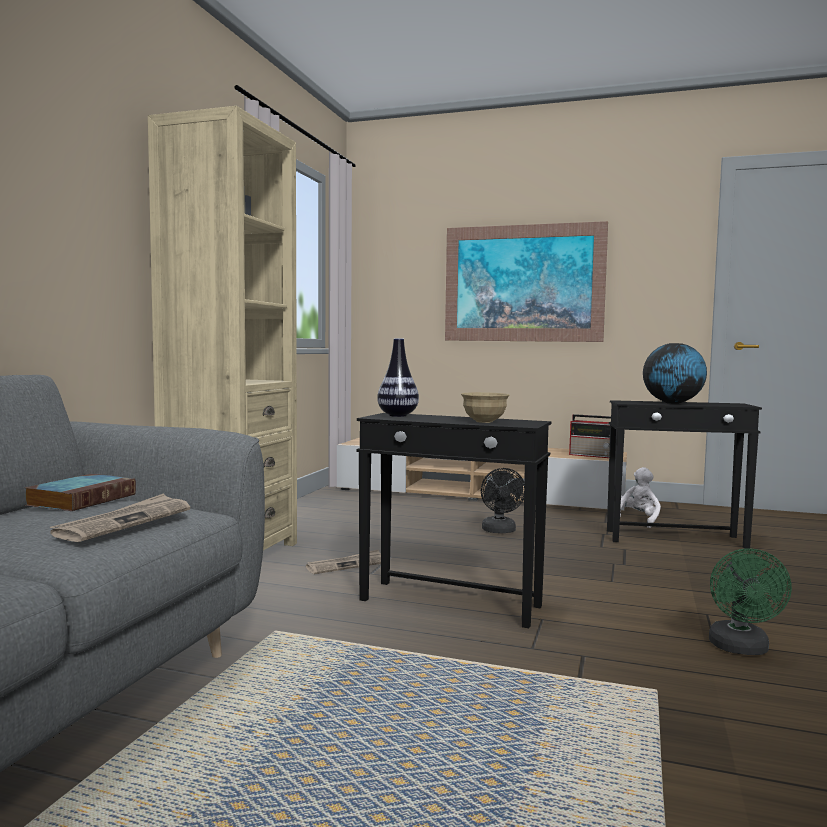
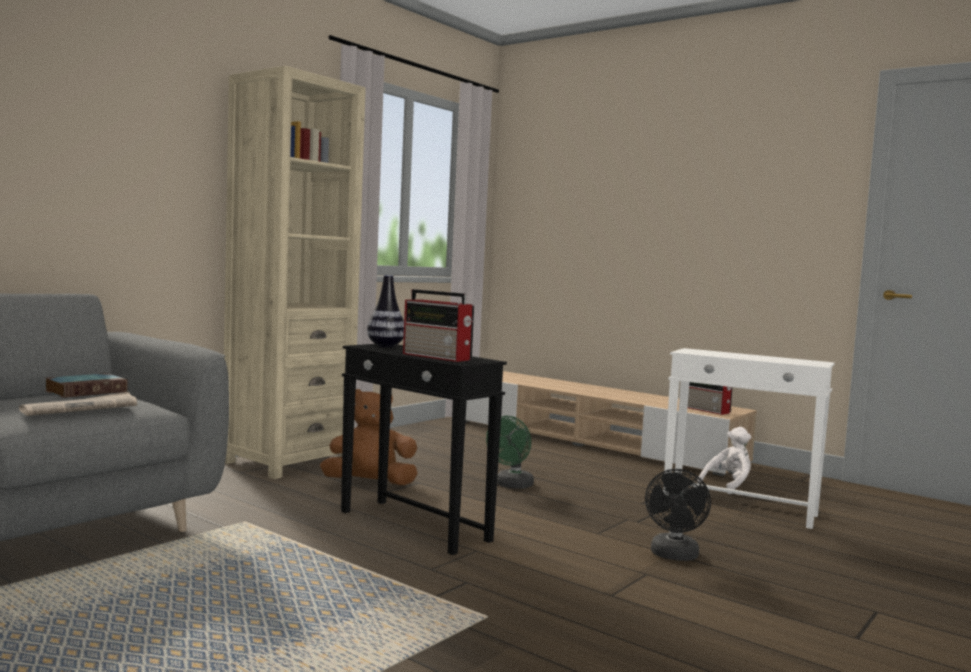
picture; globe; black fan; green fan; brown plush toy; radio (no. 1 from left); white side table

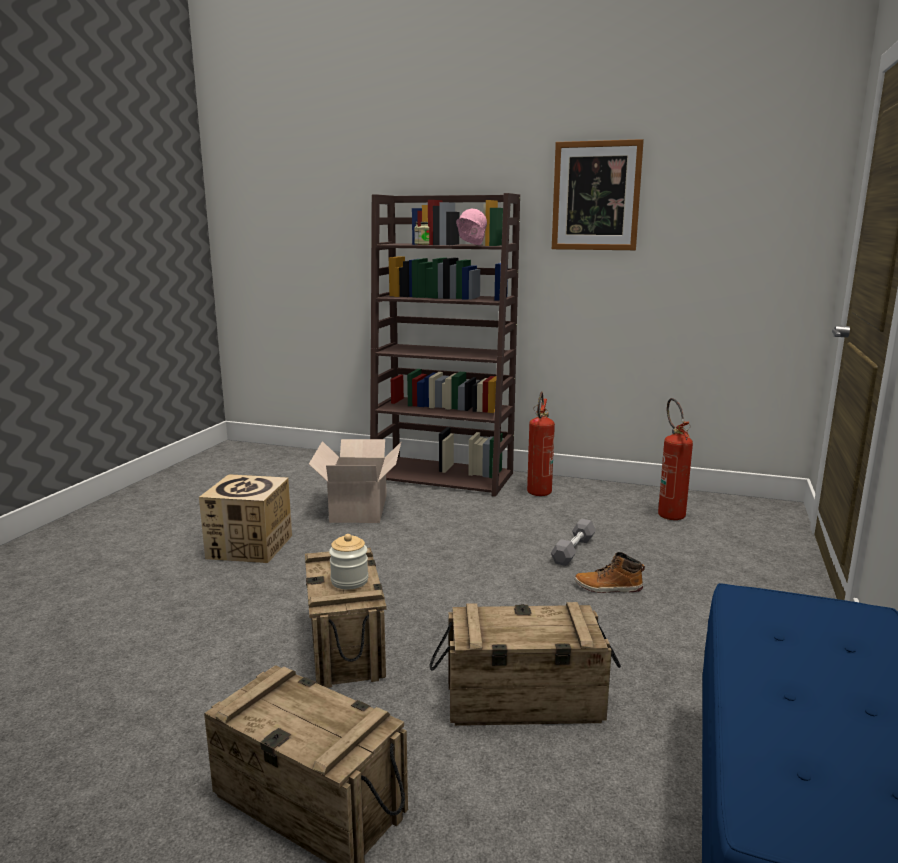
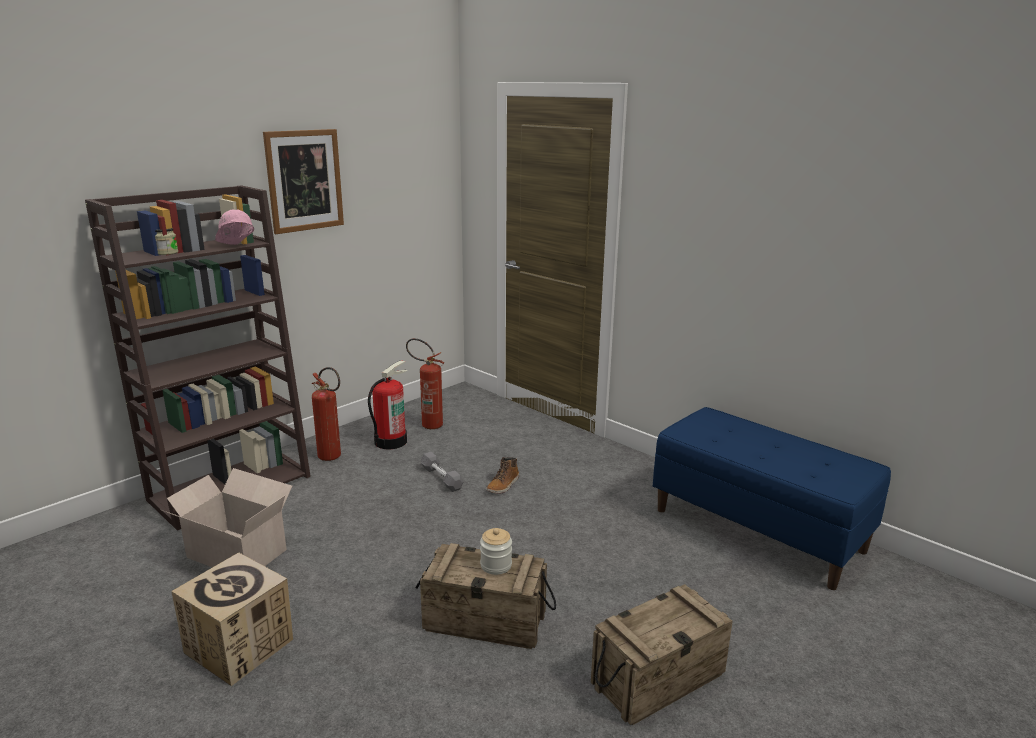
crate (no. 3 from left in the first image); fire extinguisher (no. 2 from left)

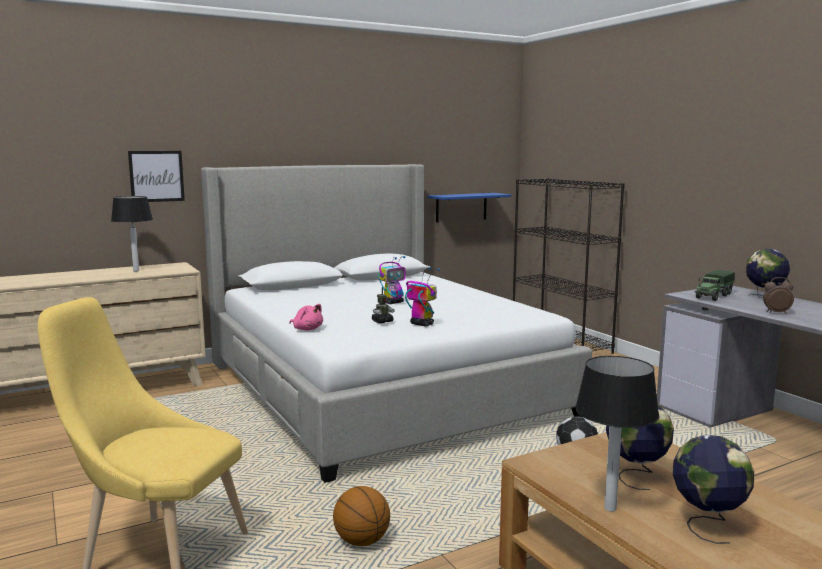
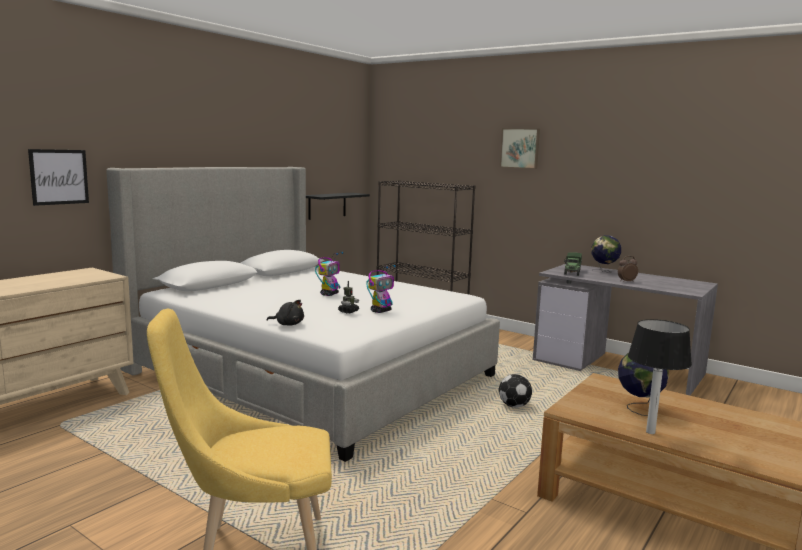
table lamp (no. 1 from left in the first image); basketball; globe (no. 2 from left in the first image); picture (no. 2 from left); black plush toy; black shelf; toy robot (no. 3 from left)

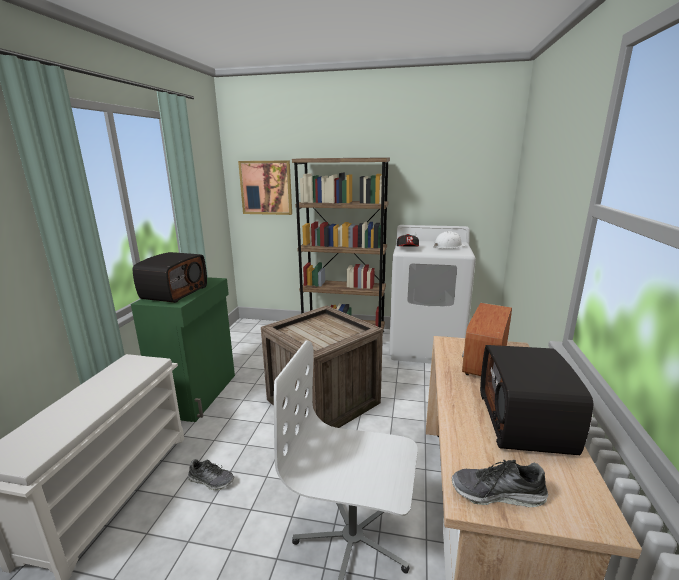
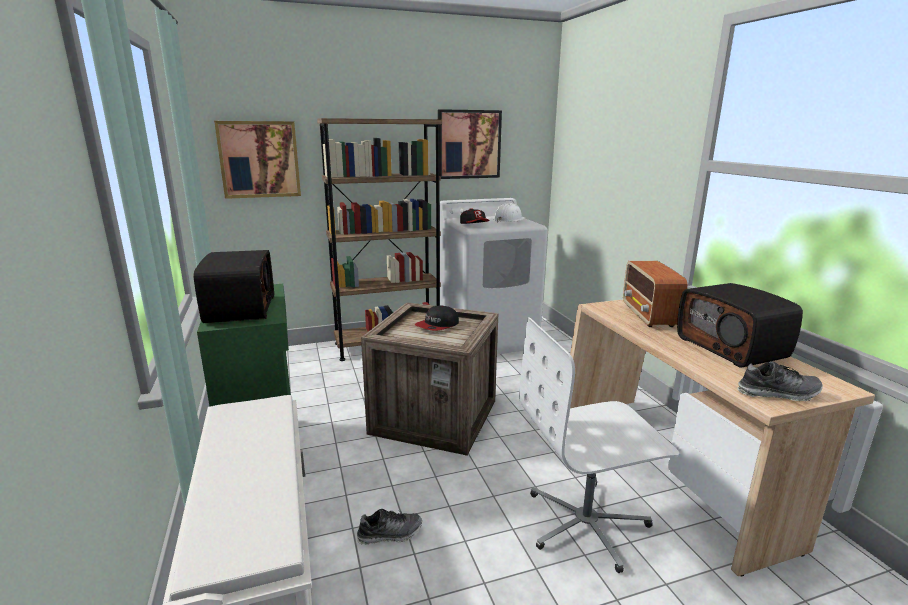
cap (no. 1 from left); picture (no. 2 from left); shoe (no. 2 from left)

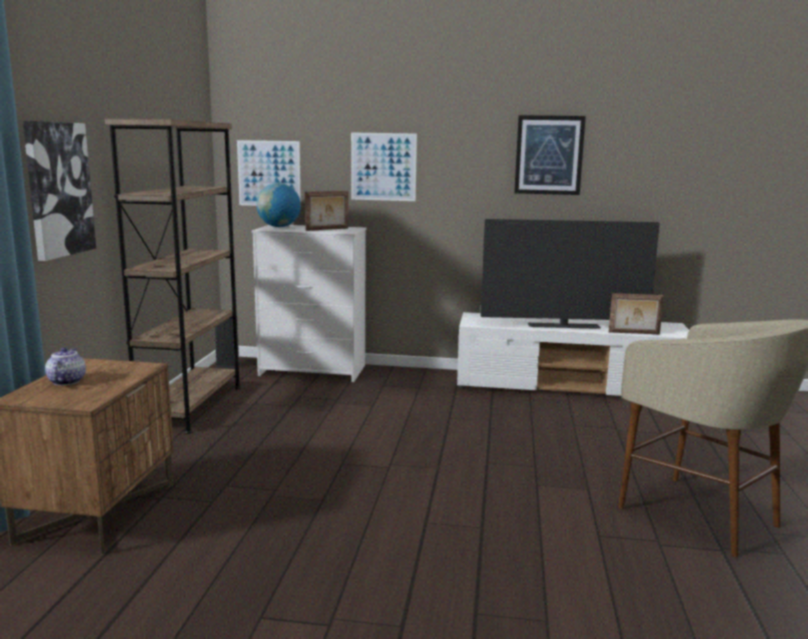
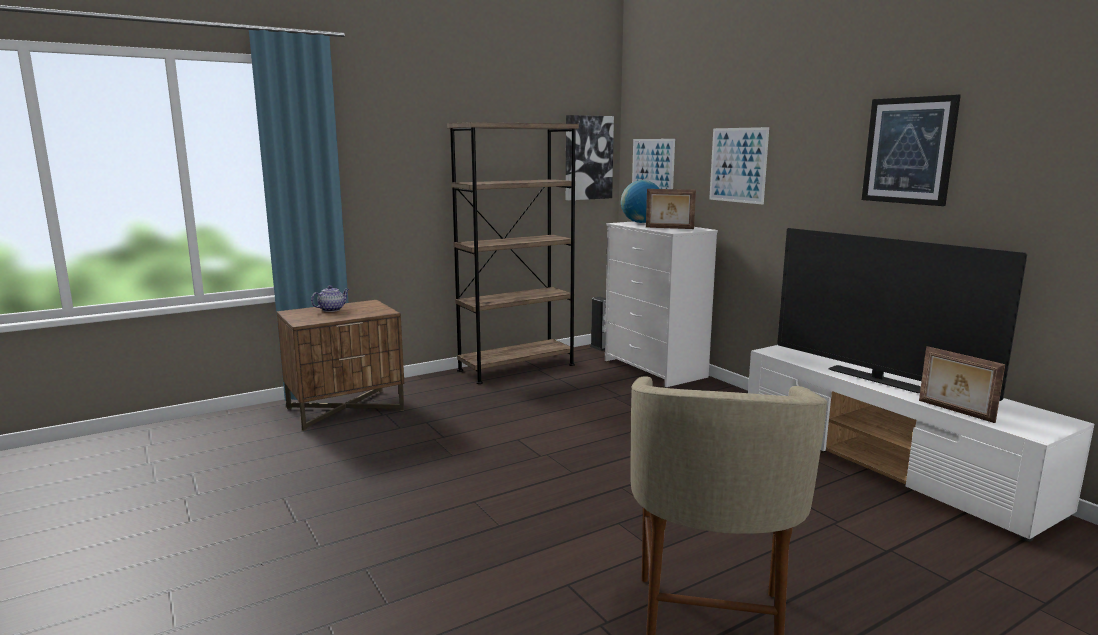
picture (no. 1 from left)

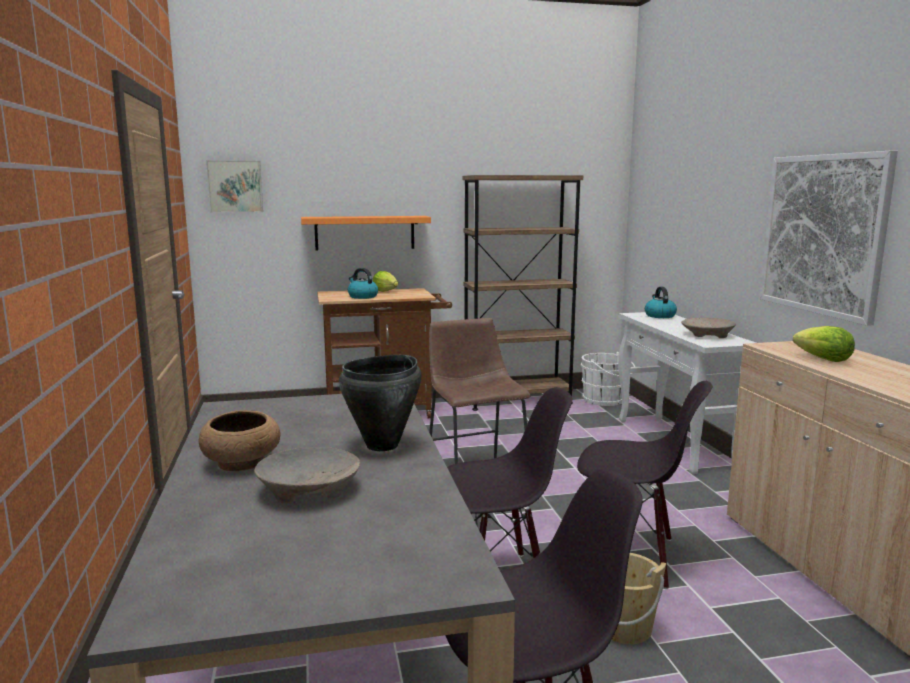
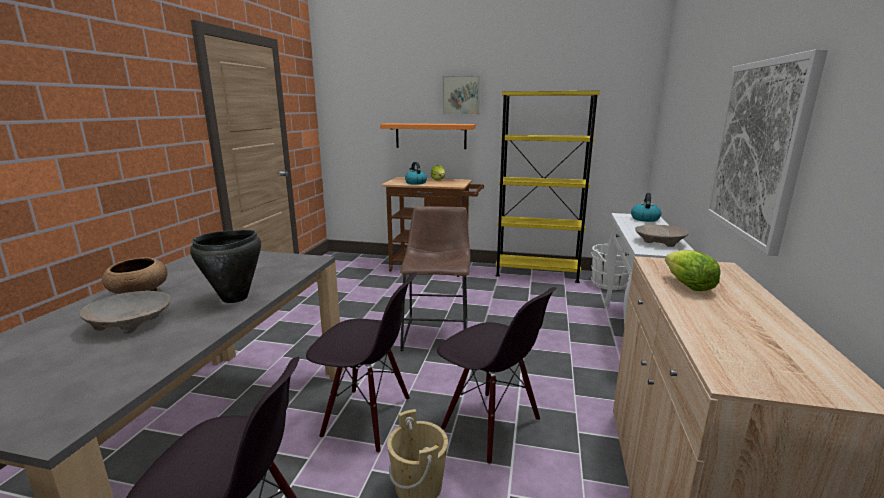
picture (no. 1 from left); yellow bookcase

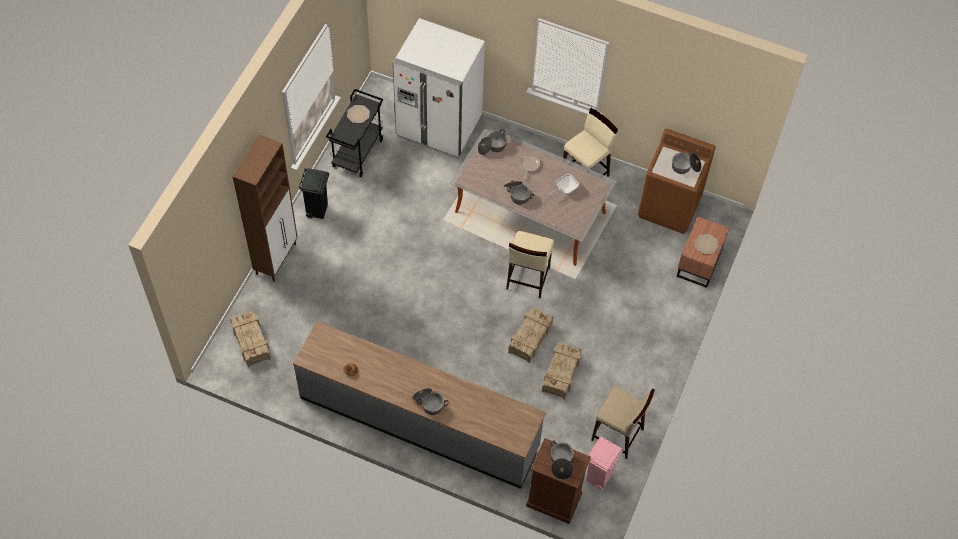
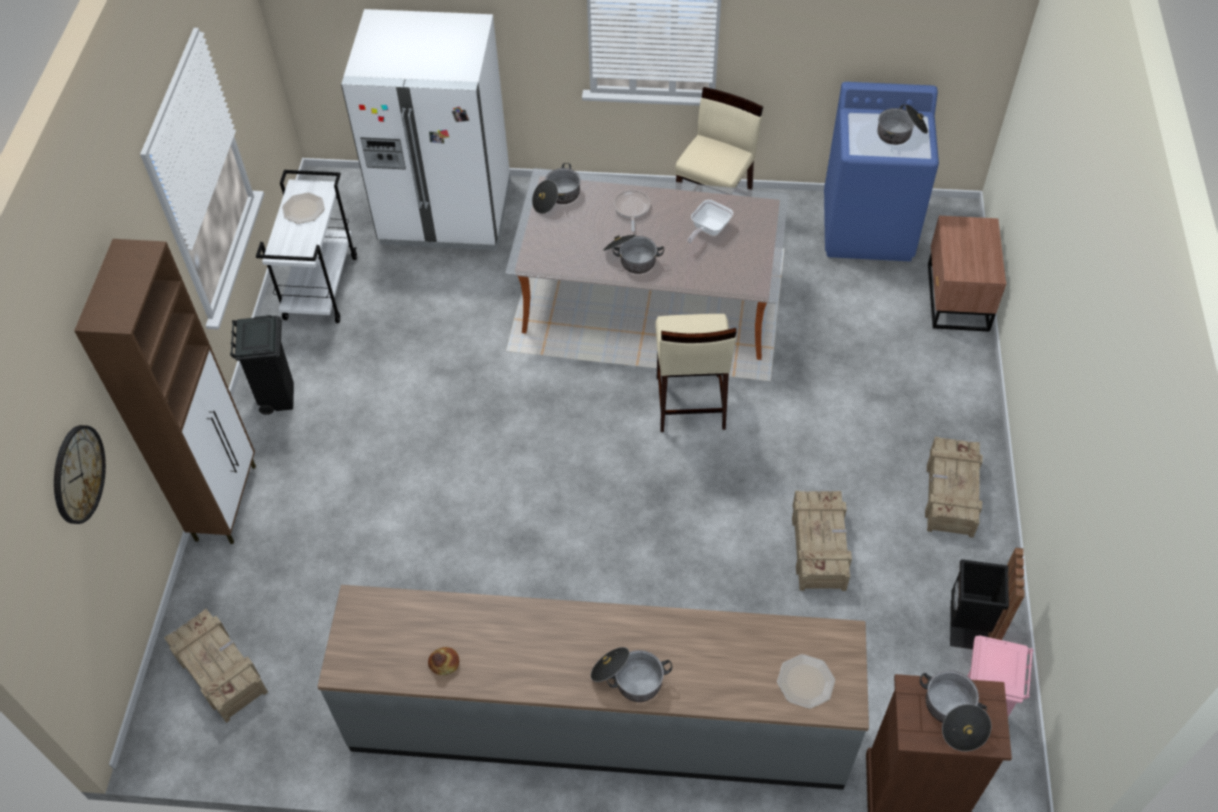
wall clock; crate (no. 3 from left); plate (no. 2 from left); black trash can (no. 2 from left); white cart; blue washing machine

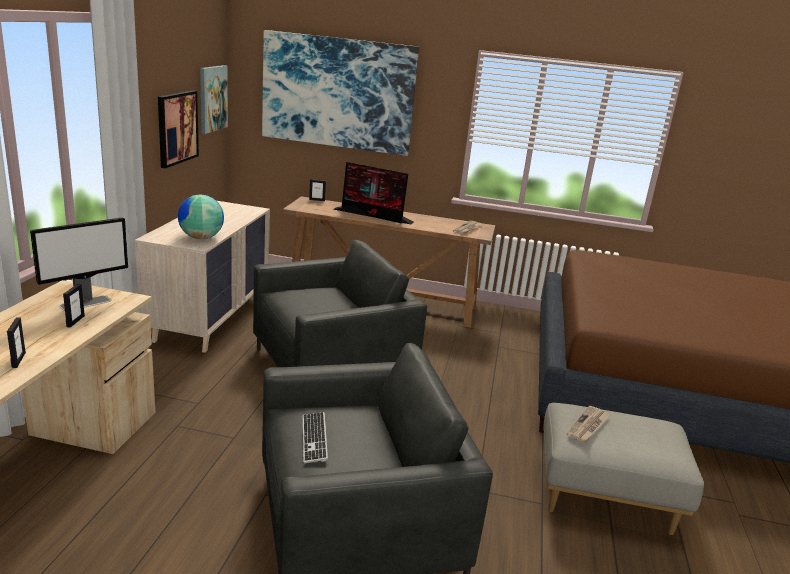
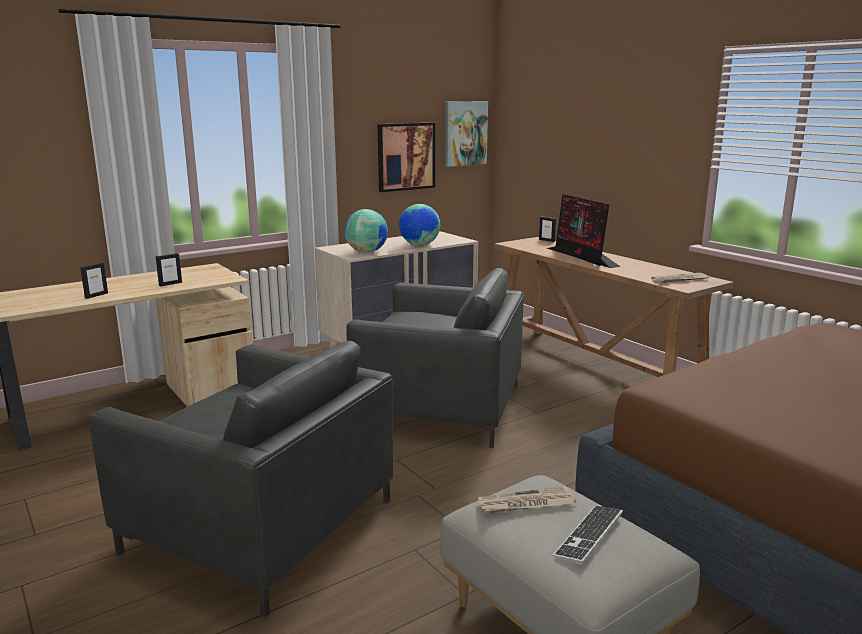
monitor (no. 1 from left in the first image); picture (no. 3 from left in the first image); globe (no. 2 from left); keyboard

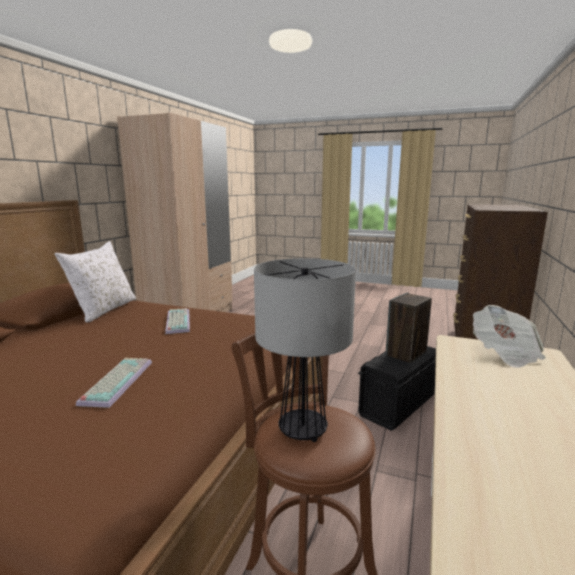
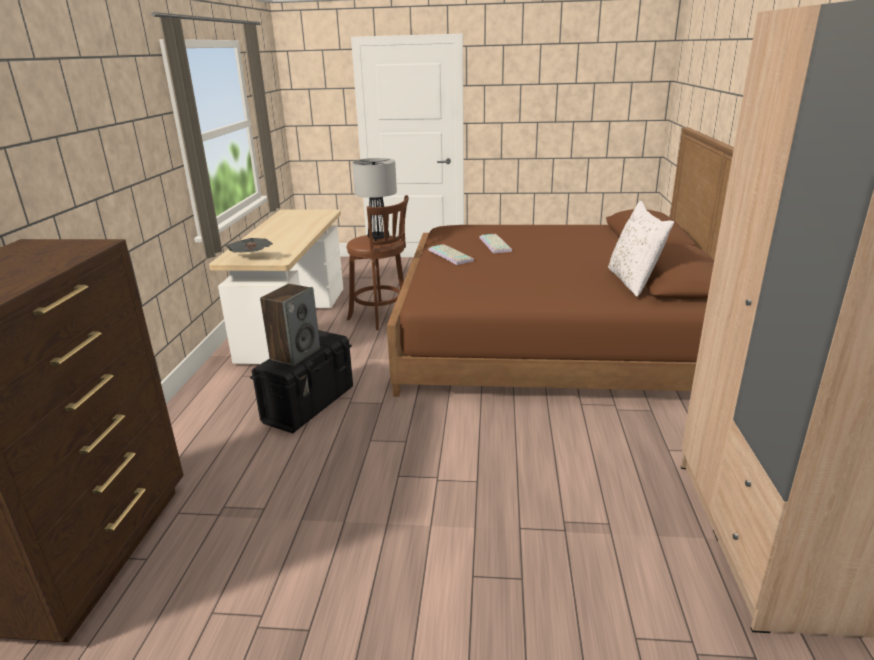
keyboard (no. 1 from left)

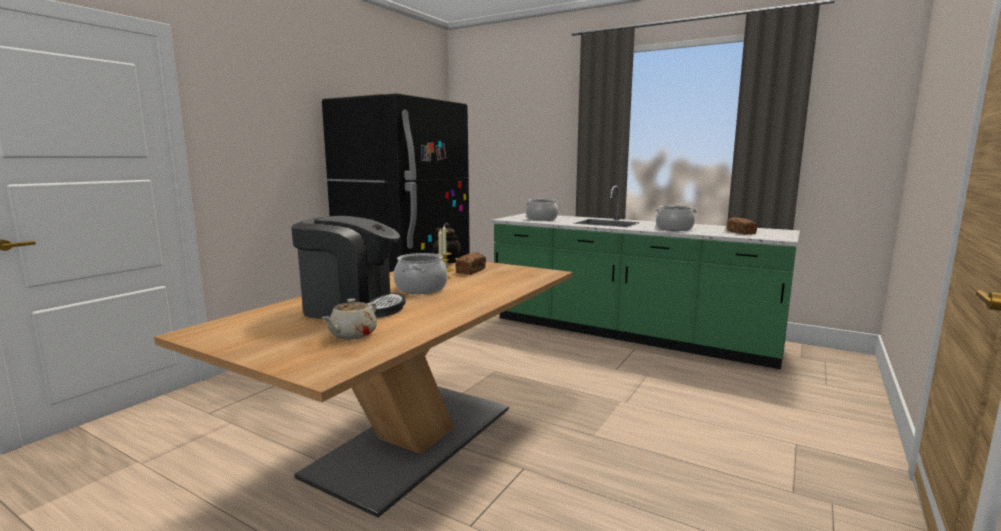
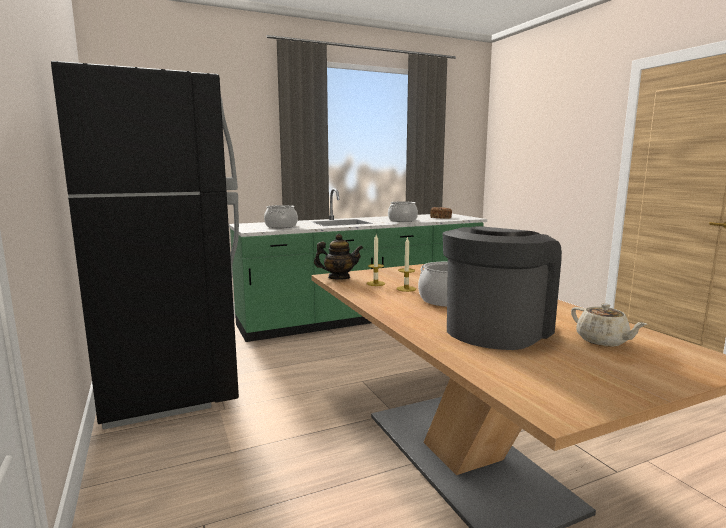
bread (no. 1 from left in the first image)

